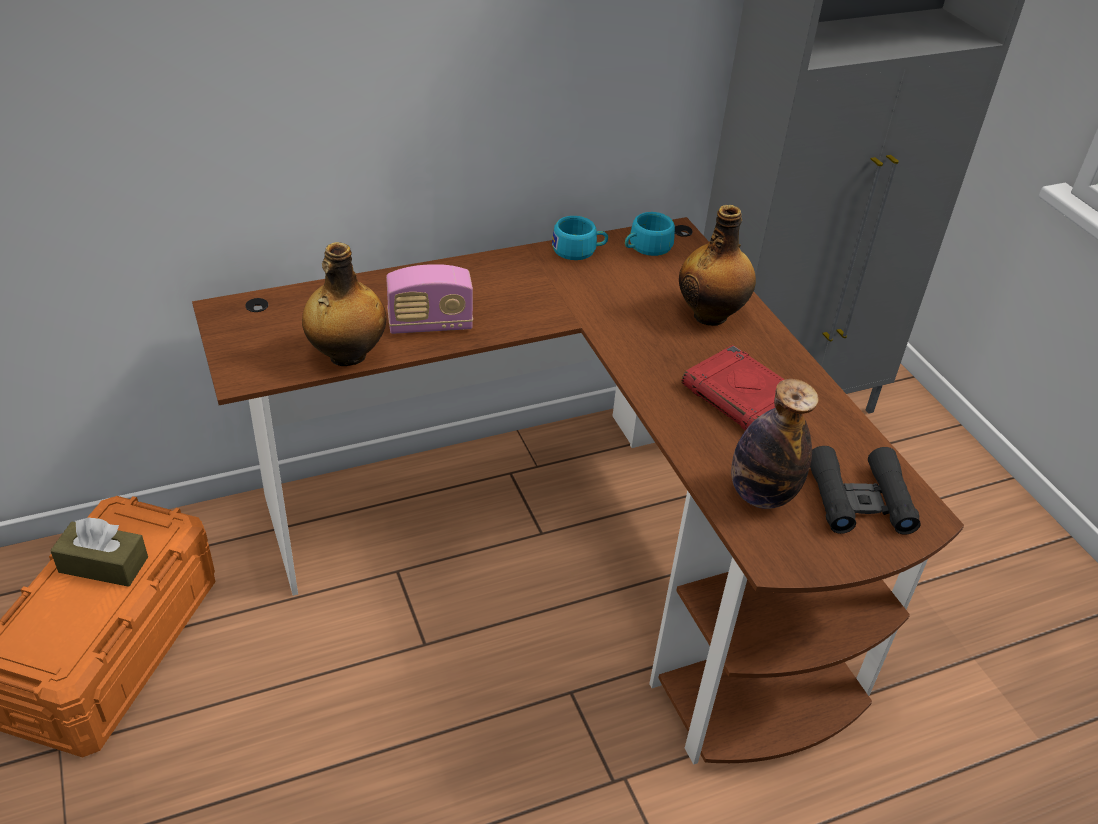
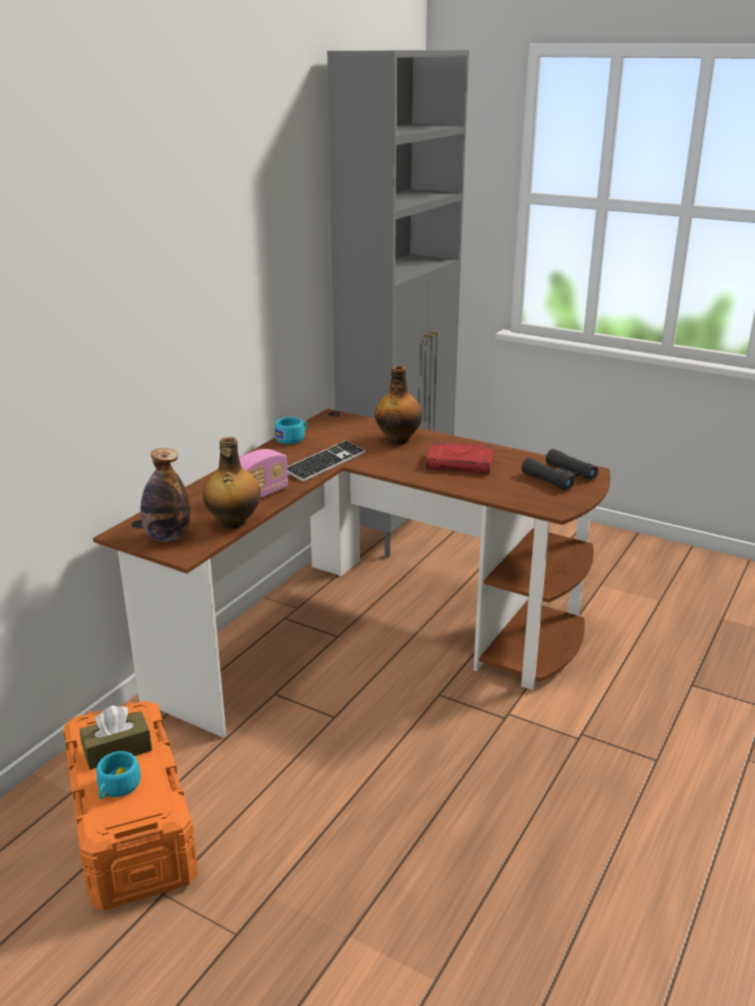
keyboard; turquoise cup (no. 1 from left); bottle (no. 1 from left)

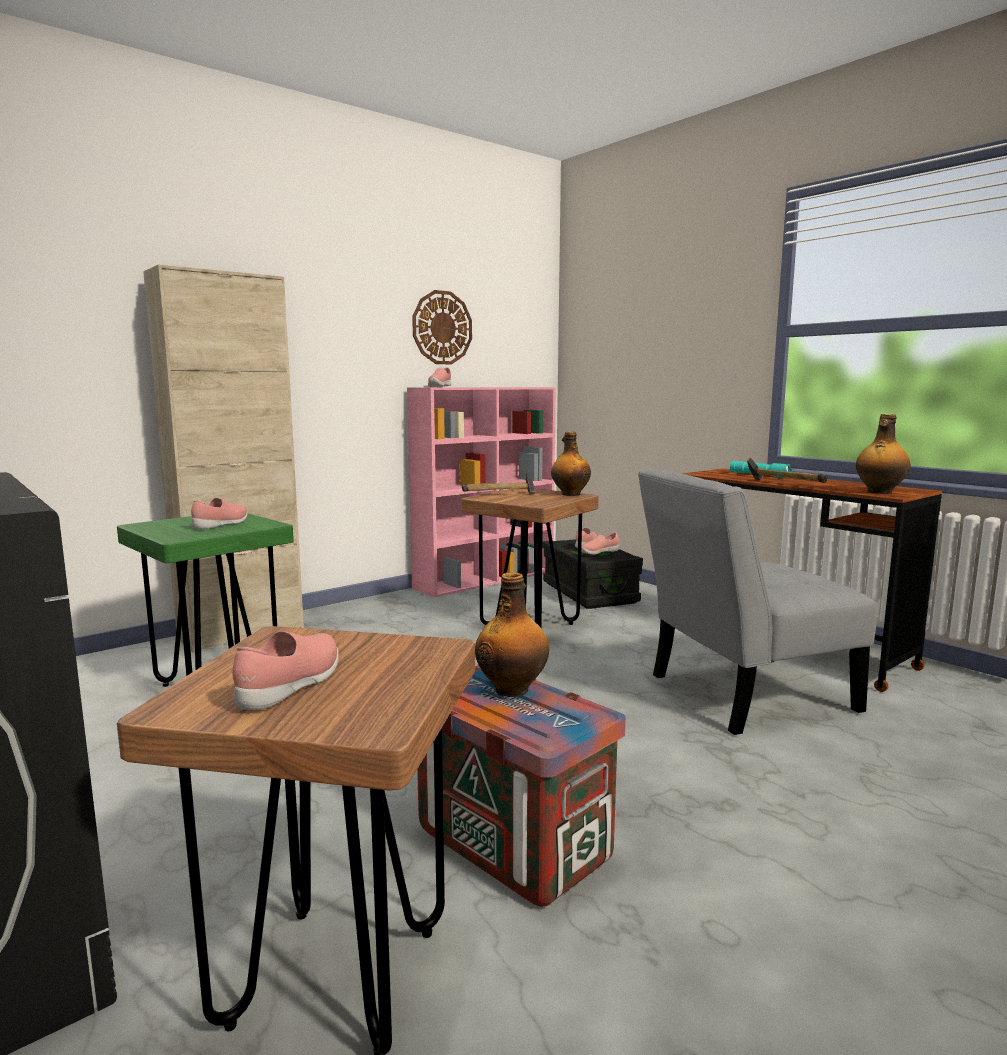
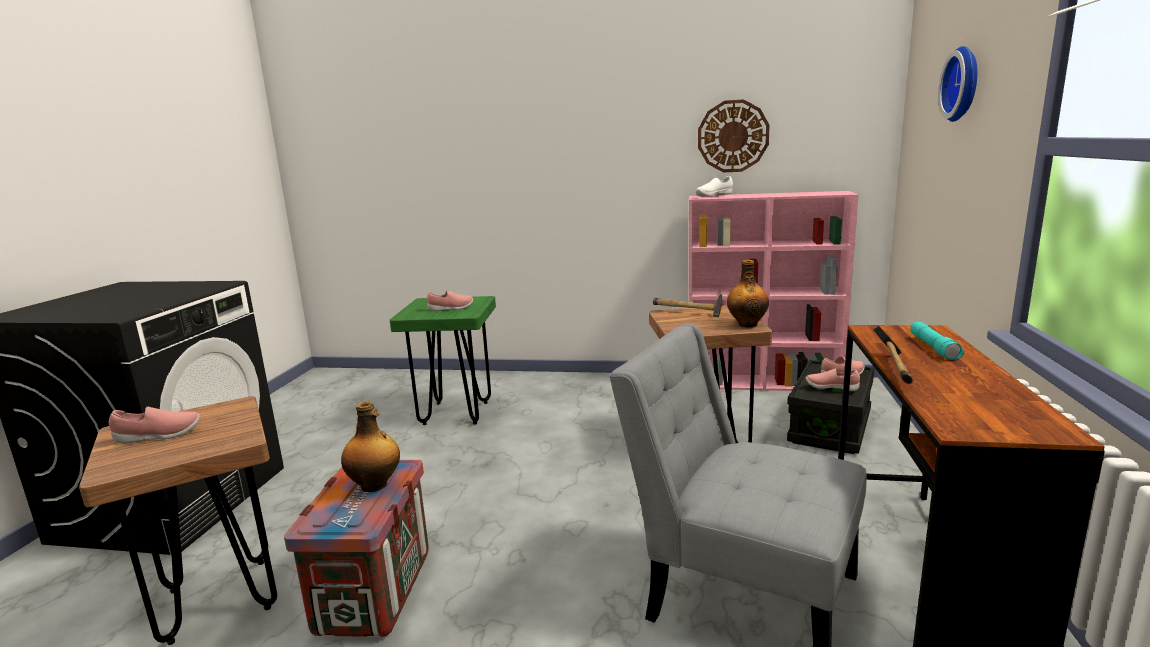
beige cabinet; bottle (no. 3 from left in the first image); wall clock (no. 2 from left); white shoe

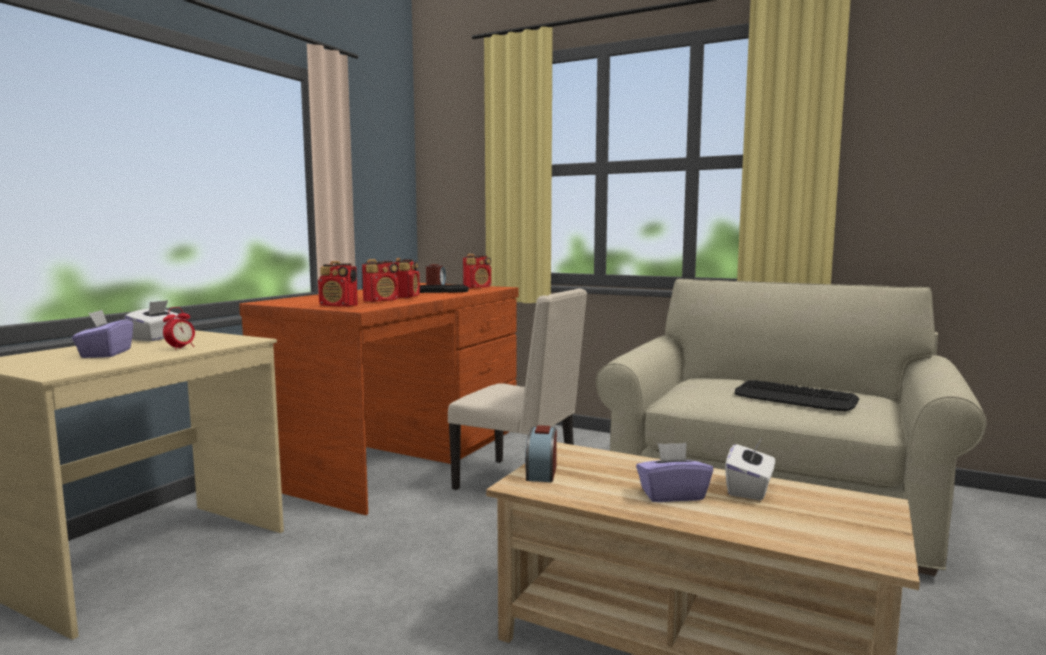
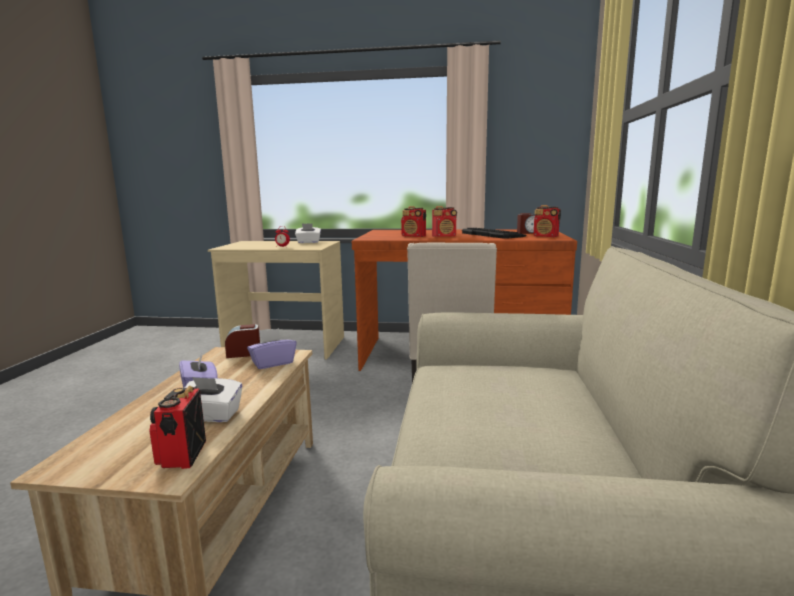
keyboard (no. 2 from left in the first image); purple tissue box (no. 2 from left); radio (no. 1 from left)

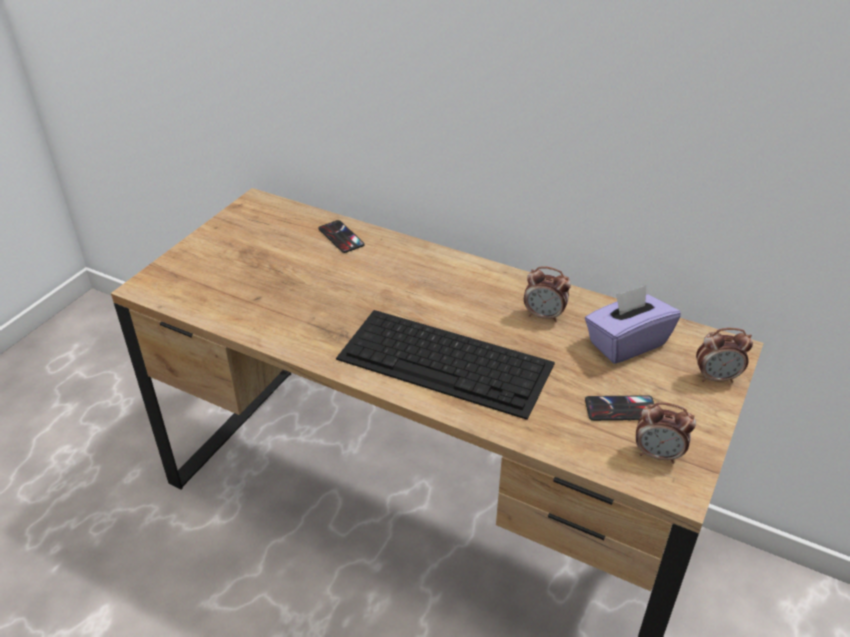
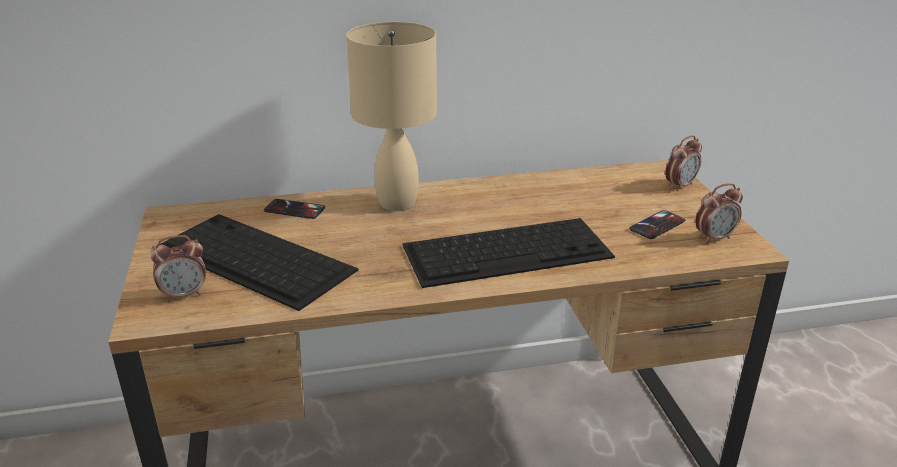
purple tissue box; keyboard (no. 1 from left); beige table lamp; alarm clock (no. 1 from left)

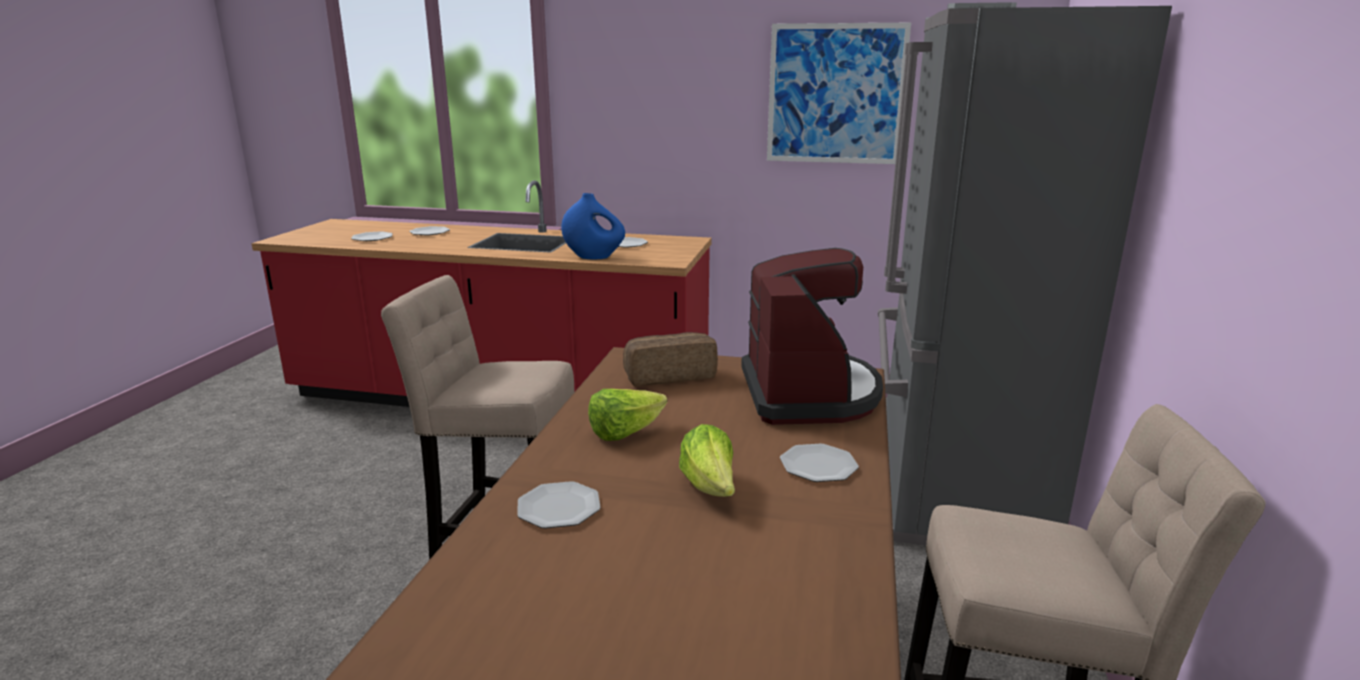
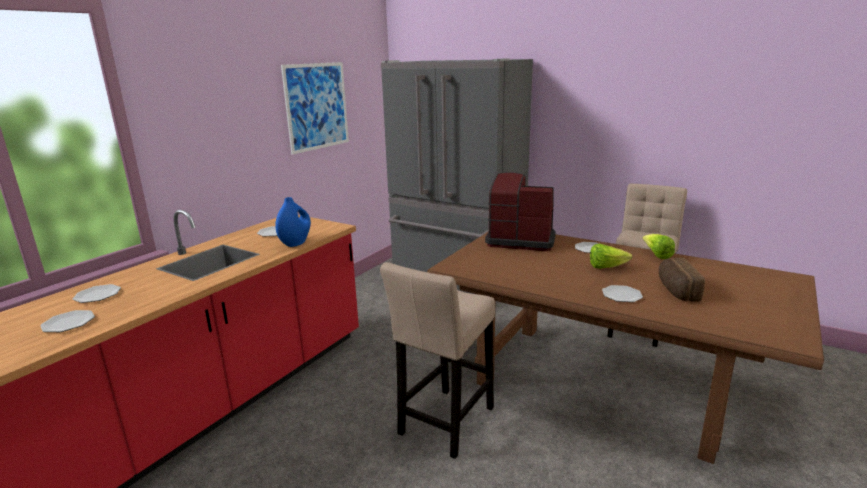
lettuce (no. 2 from left); bread

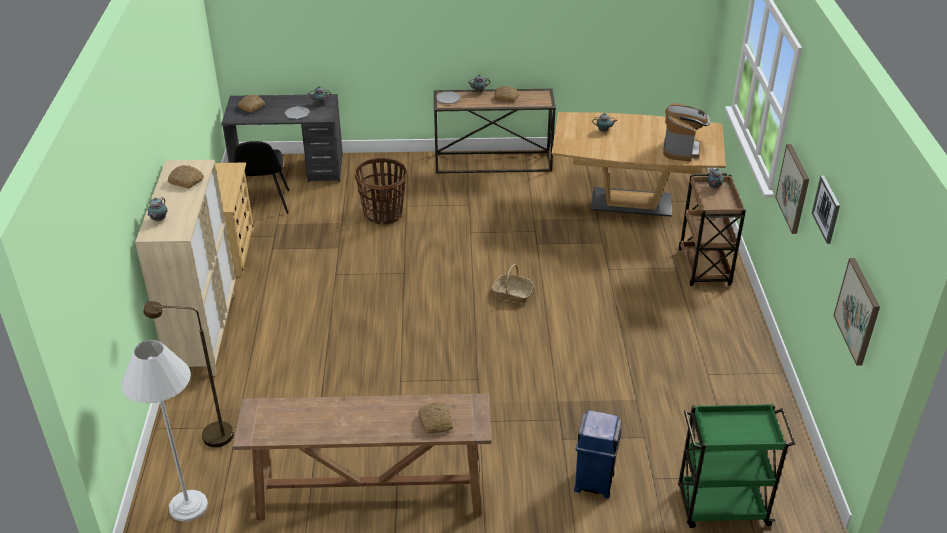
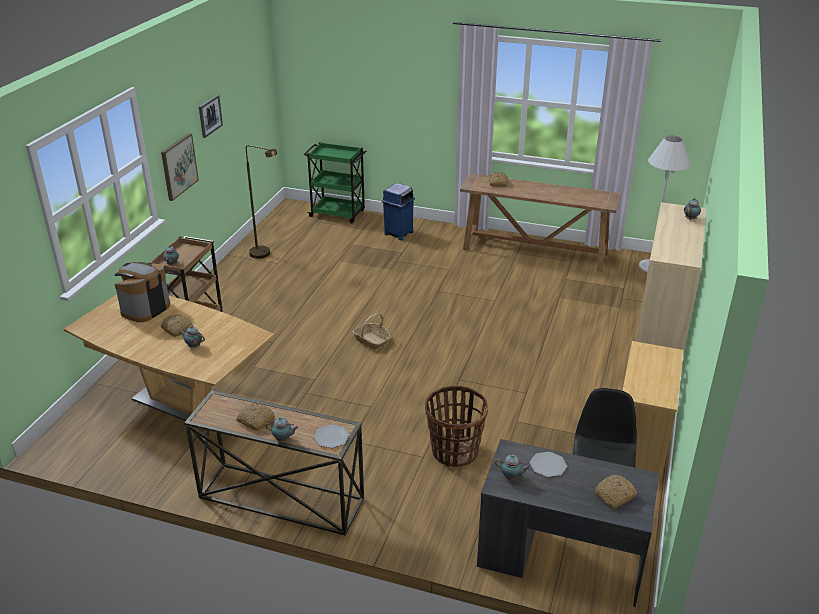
picture (no. 3 from left in the first image); brown floor lamp; bread (no. 1 from left)

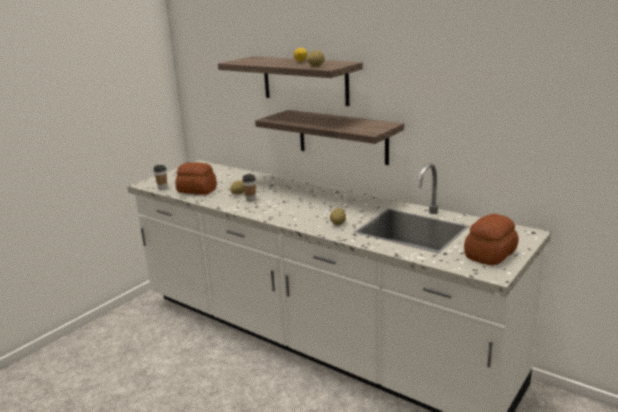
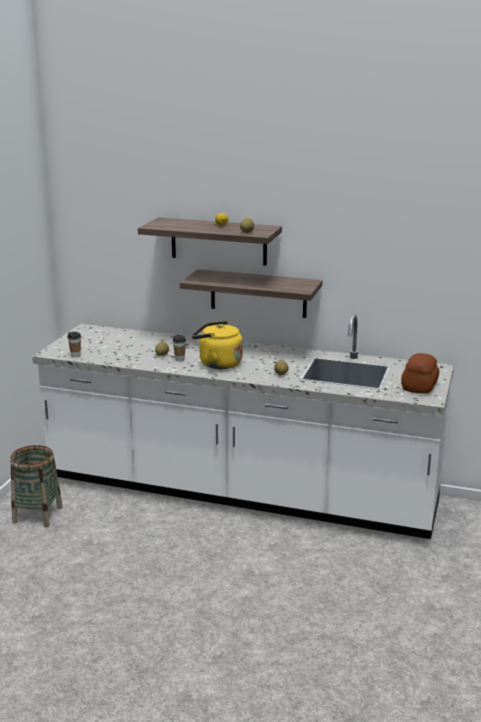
bread (no. 1 from left in the first image); basket; yellow kettle

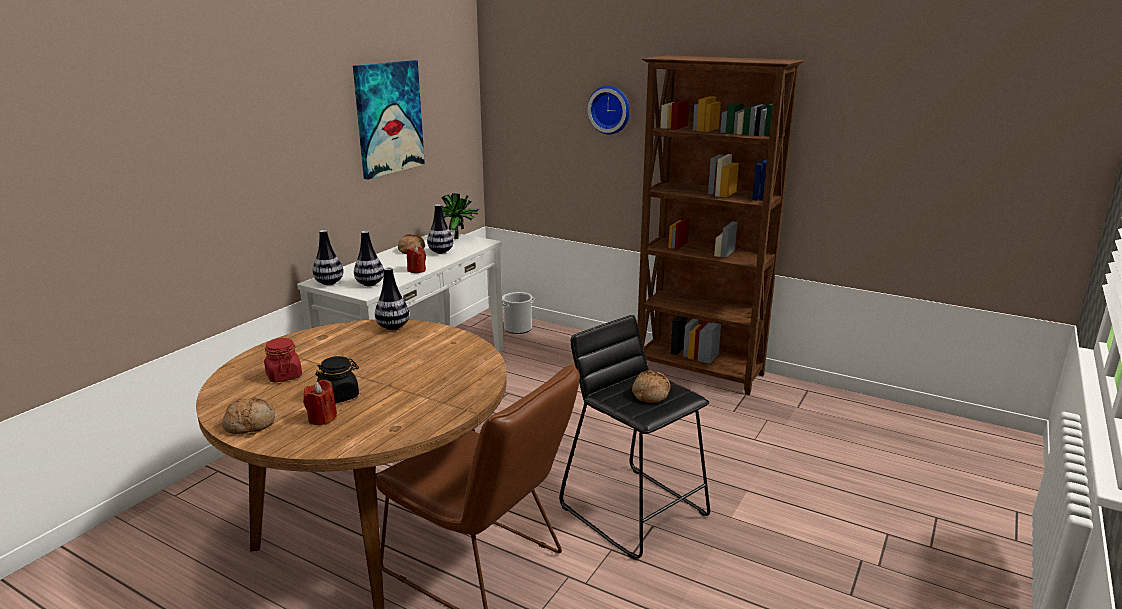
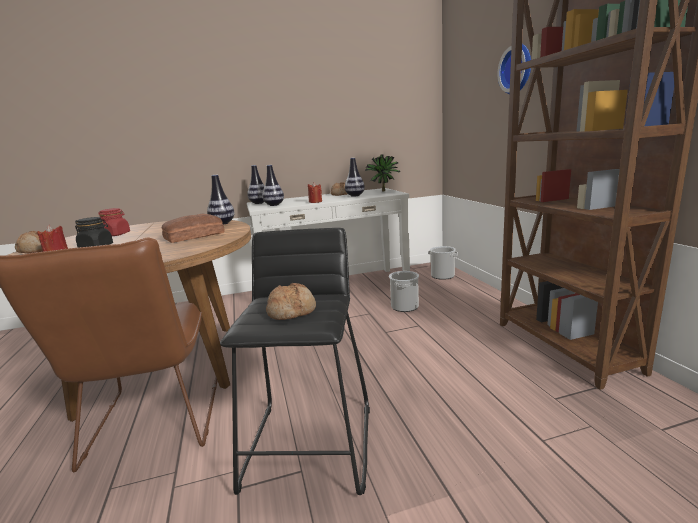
picture; bread (no. 2 from left); bucket (no. 1 from left)

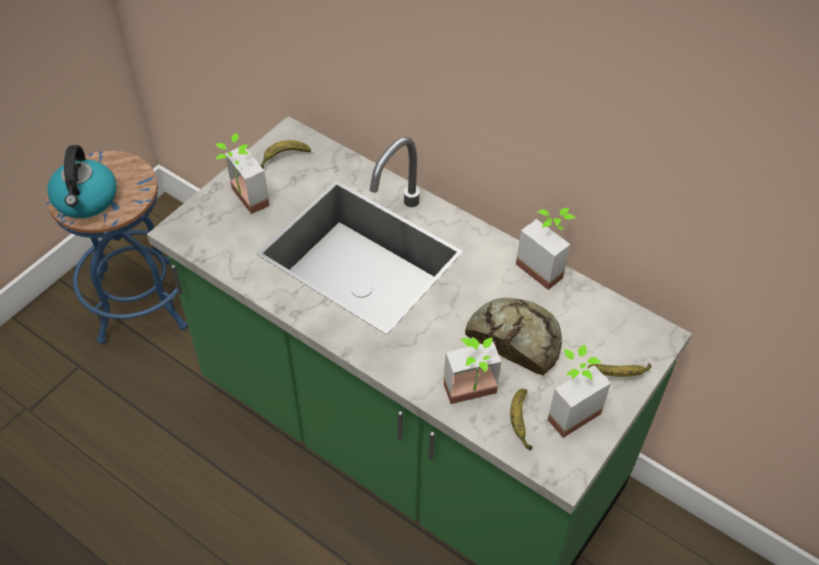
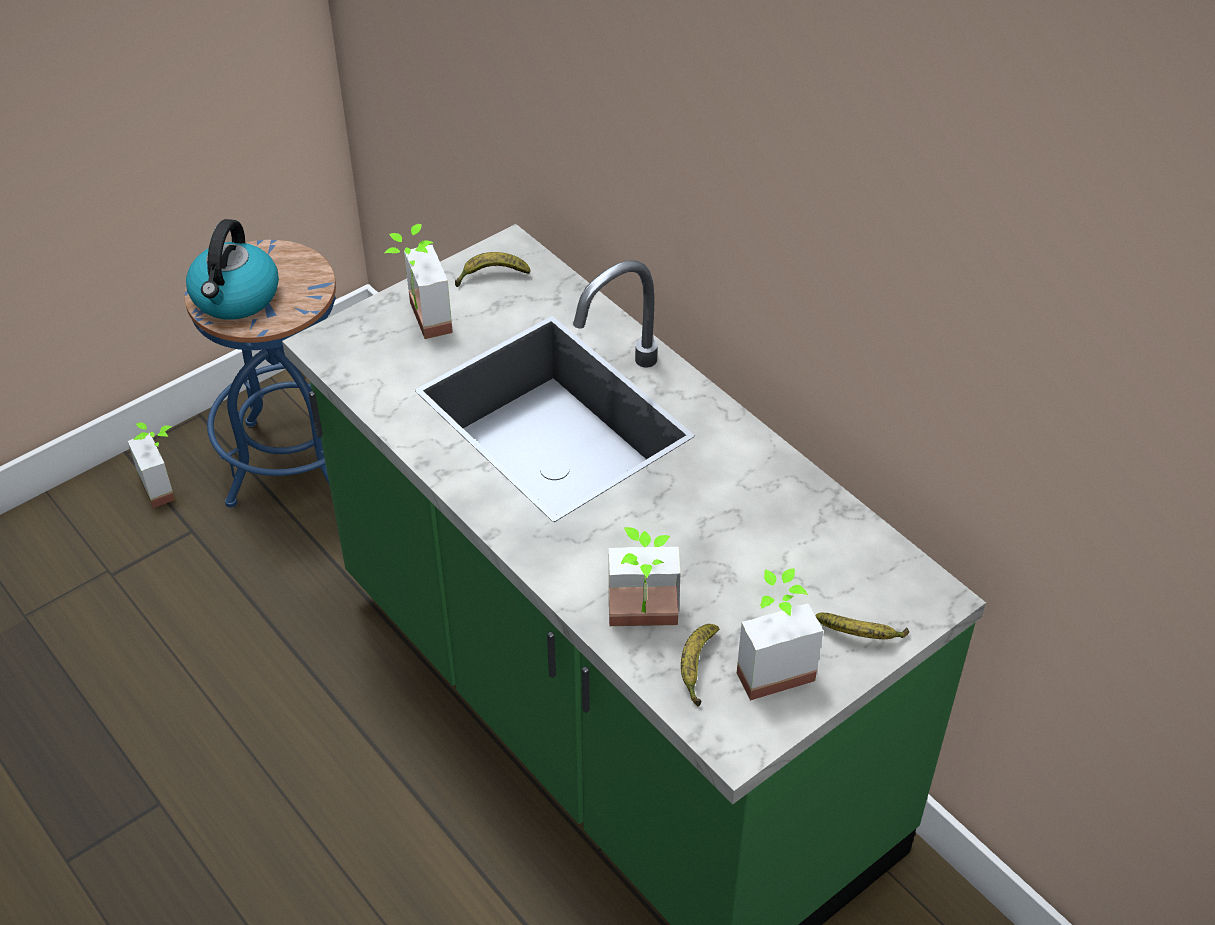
bread; potted plant (no. 1 from left)

